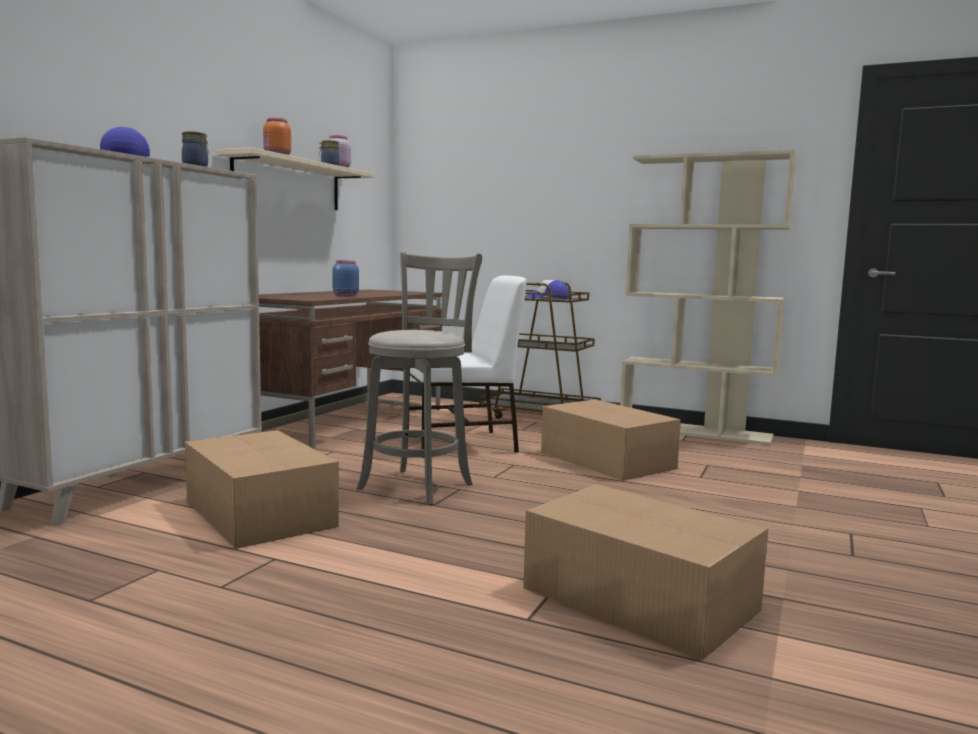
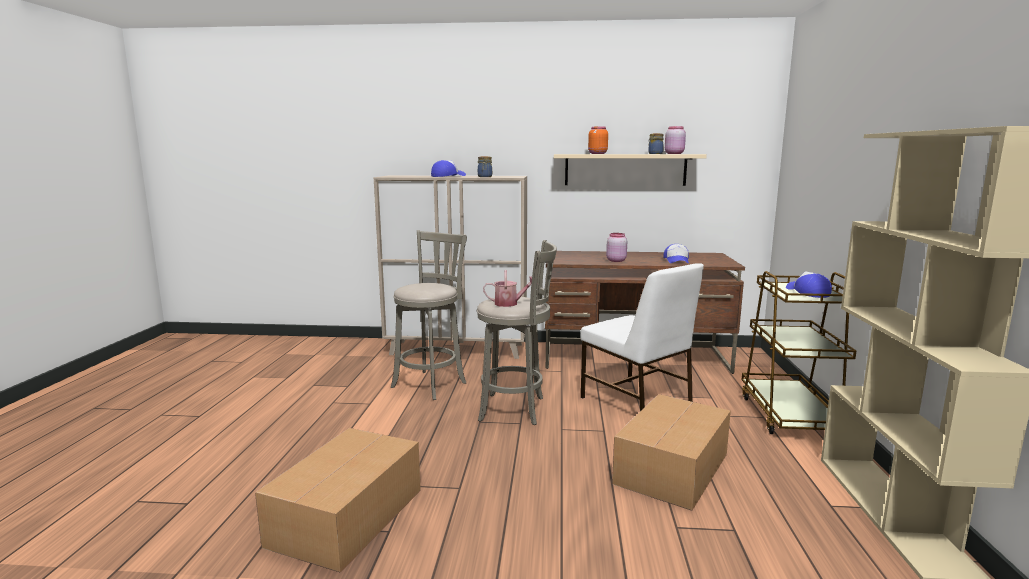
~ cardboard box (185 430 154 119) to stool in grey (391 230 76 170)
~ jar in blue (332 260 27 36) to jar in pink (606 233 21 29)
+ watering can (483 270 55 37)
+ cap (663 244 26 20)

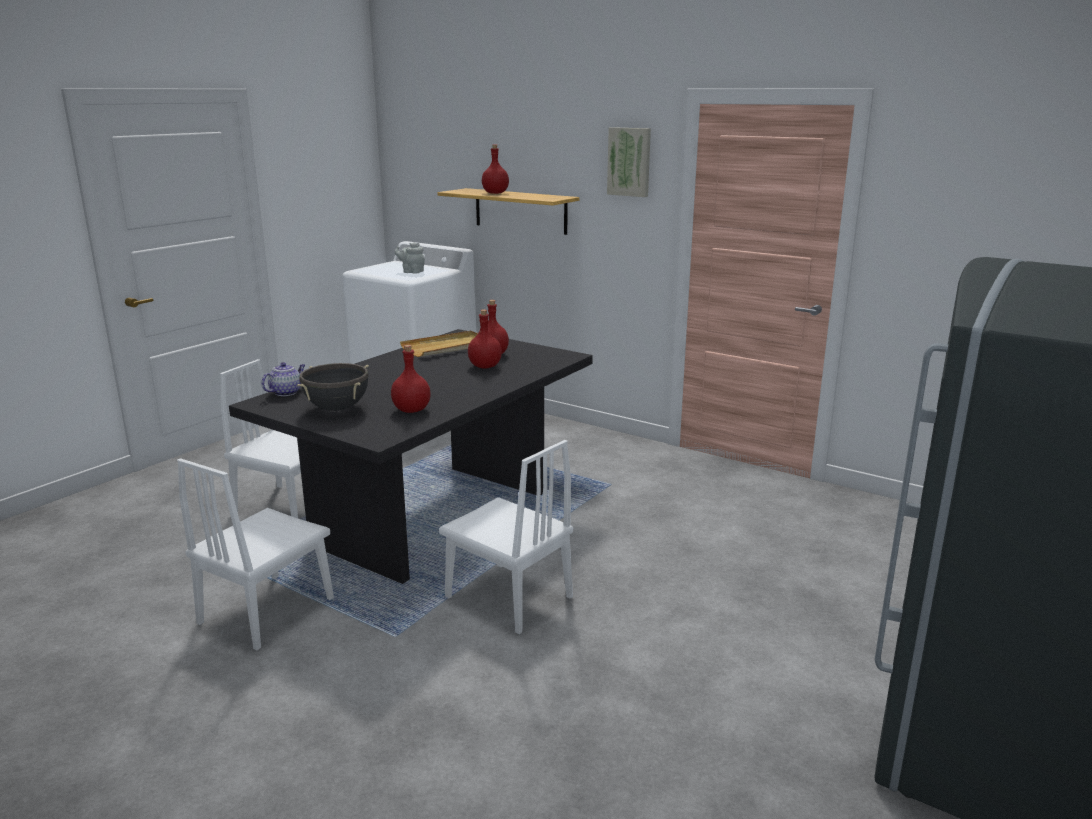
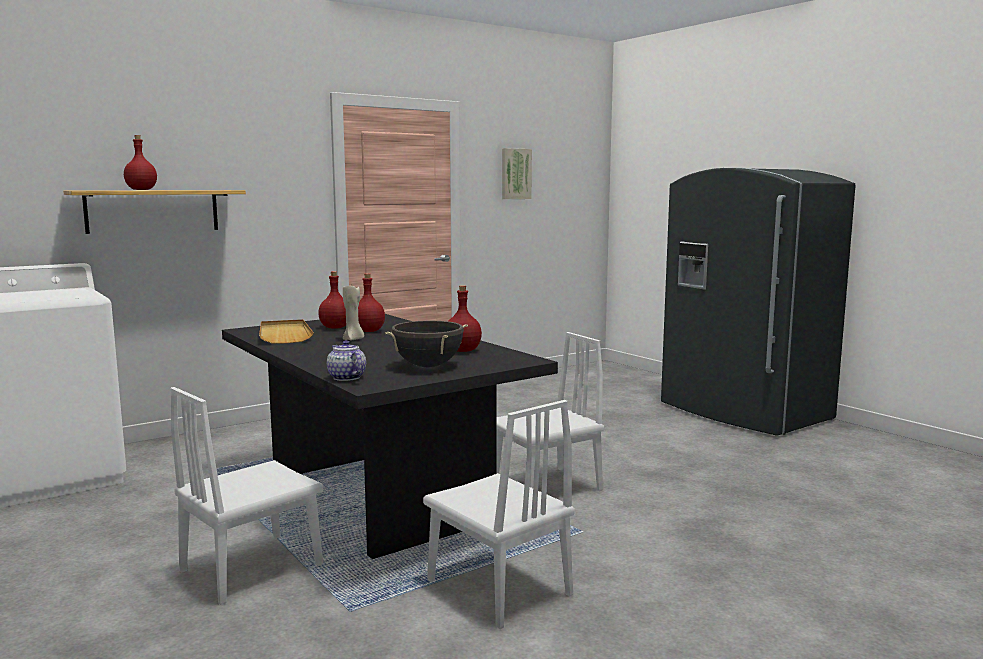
- teapot in grey (395 242 30 32)
~ picture (607 127 44 70) to (502 148 30 51)
+ candle in beige (343 286 21 55)

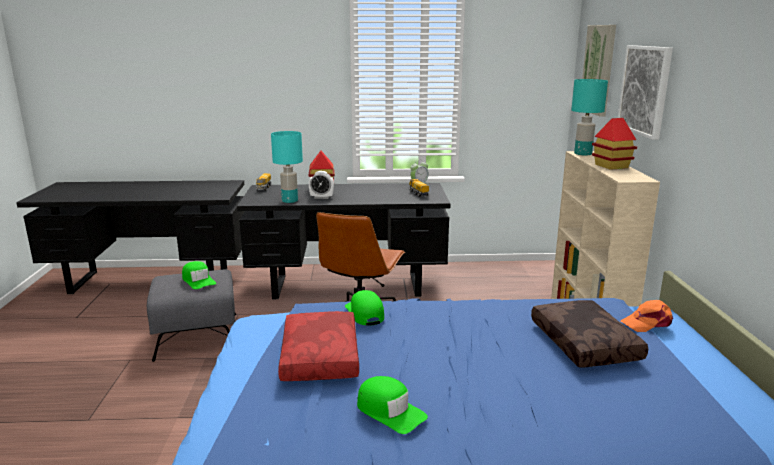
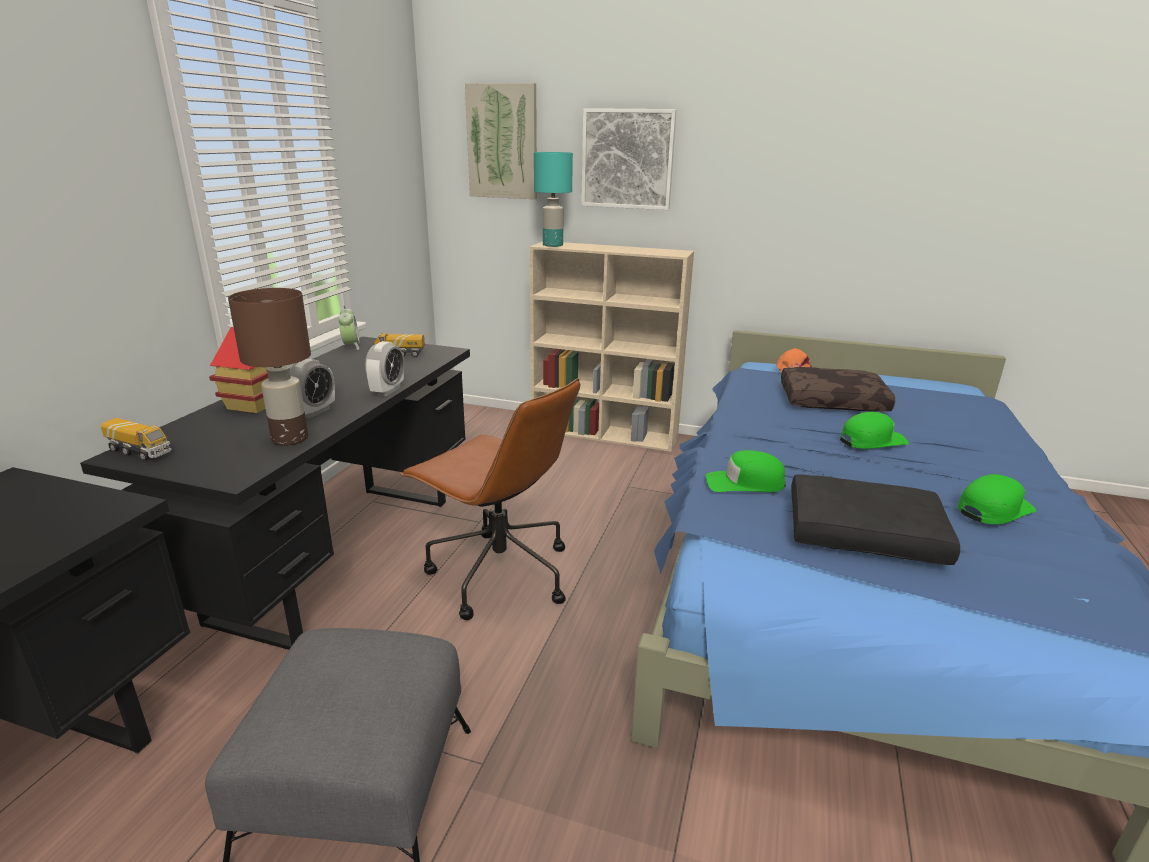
~ cap in green (182 261 34 28) to (840 412 69 37)
~ table lamp in turquoise (271 131 32 72) to table lamp in brown (228 288 83 158)
~ pillow in red (278 311 81 70) to pillow in black (791 474 169 91)
- toy house (592 118 45 52)
+ alarm clock (365 341 39 55)

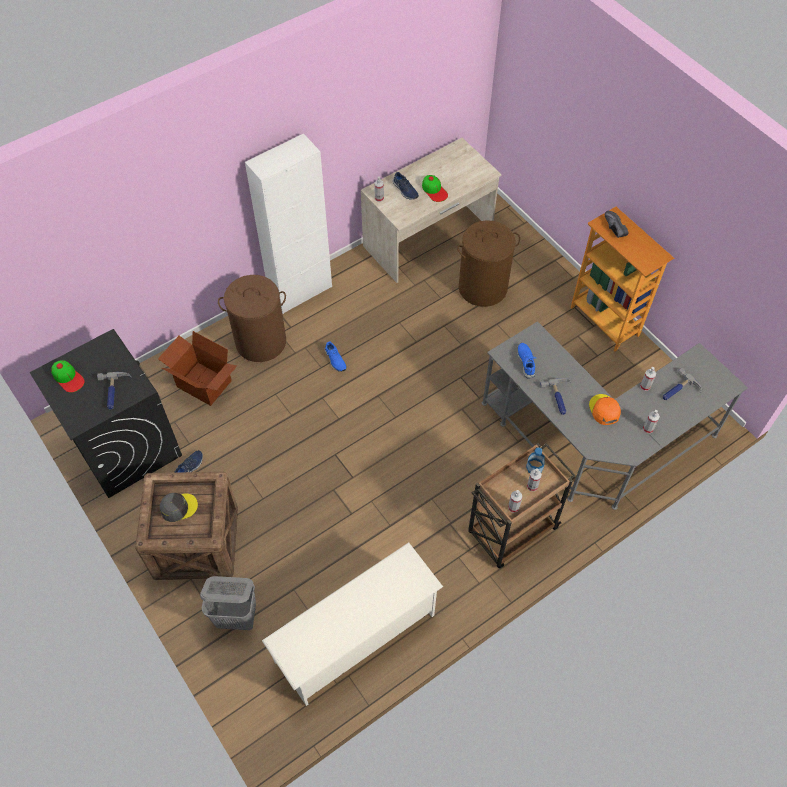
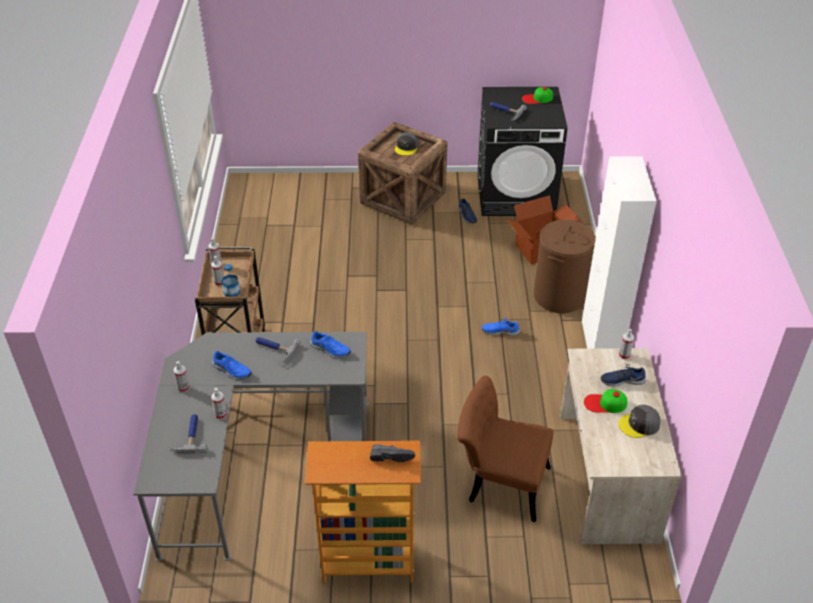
- laundry basket in grey (200 576 56 54)
- shoe rack in white (262 542 181 164)
~ laundry basket in brown (457 220 63 87) to chair in brown (457 376 96 146)
~ cap in orange (589 394 32 31) to shoe in blue (212 351 40 29)
+ cap in grey (619 404 41 34)

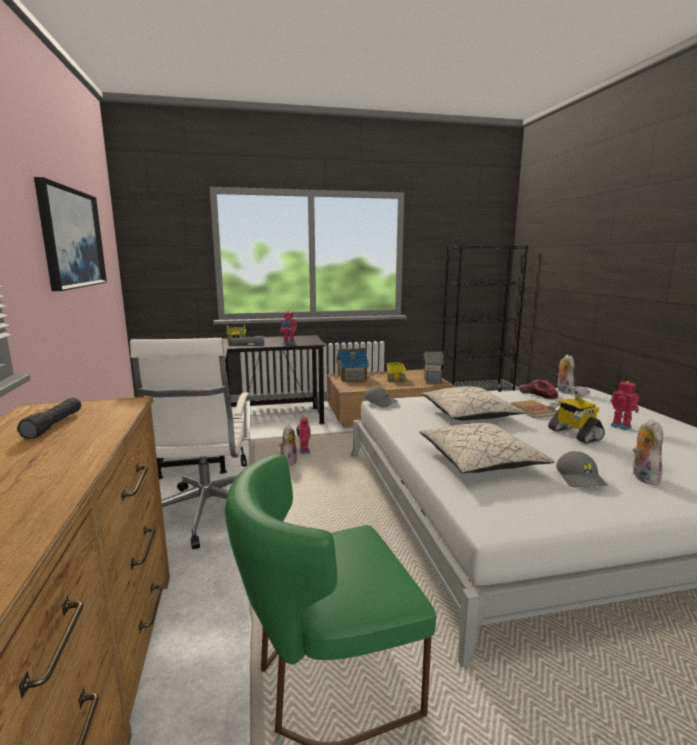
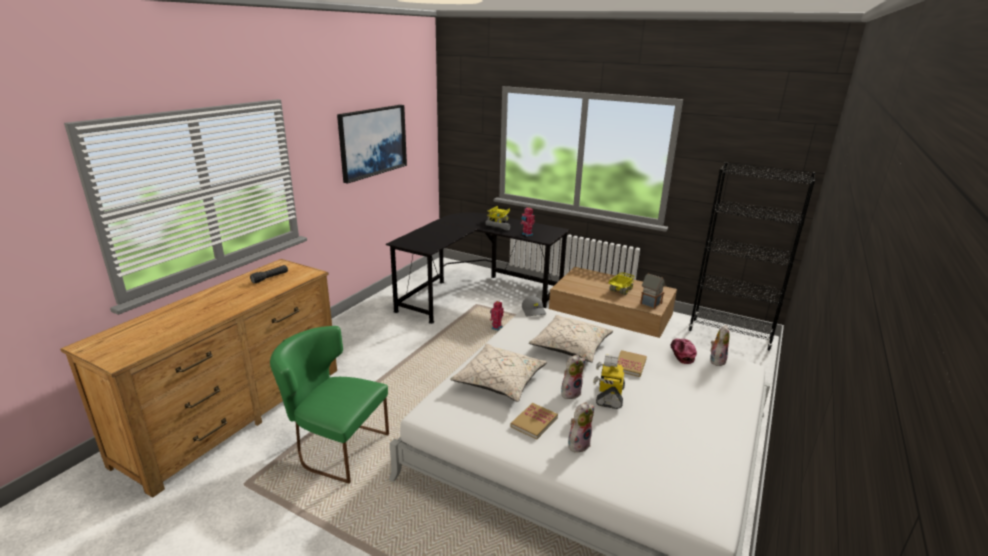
- office chair in white (130 338 120 211)
~ plush toy (279 425 18 41) to (561 355 24 44)
- toy house (336 348 33 34)
~ cap in grey (556 451 52 36) to book (510 403 48 36)
- toy robot (611 380 28 50)

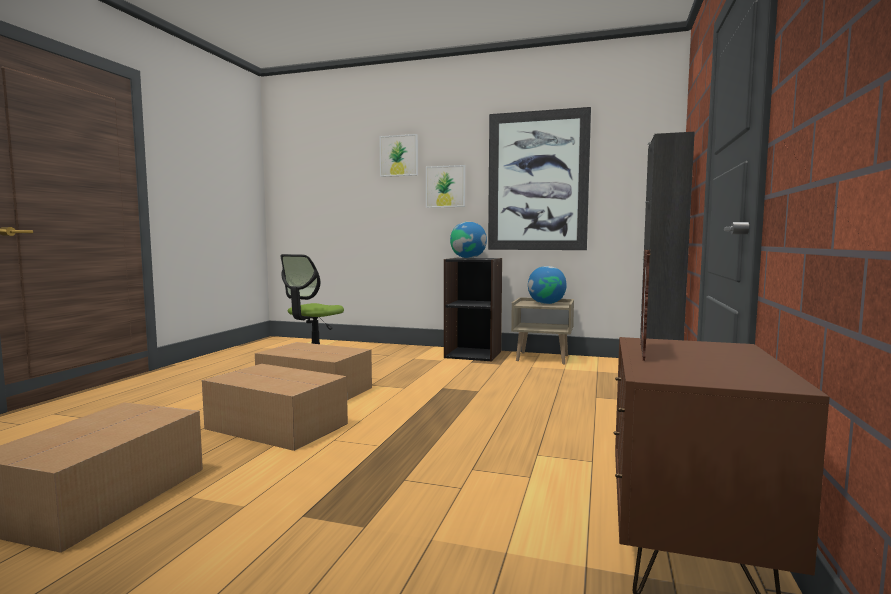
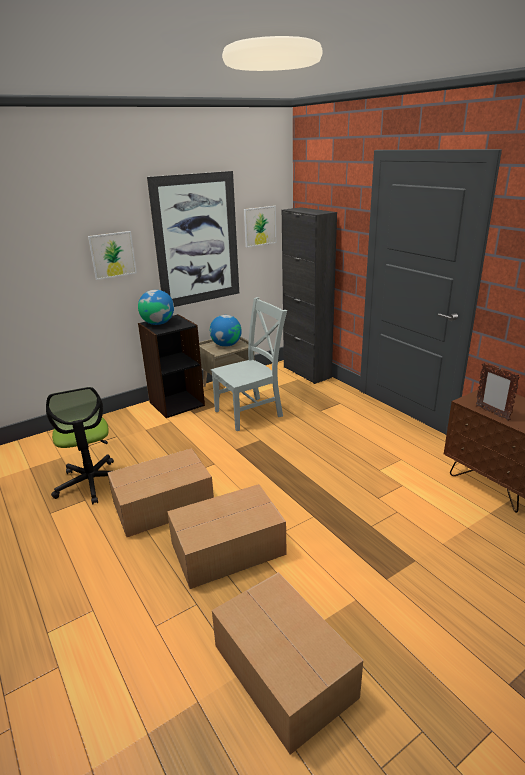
~ picture (379 134 39 43) to (244 206 32 41)
+ chair in grey (211 297 76 134)

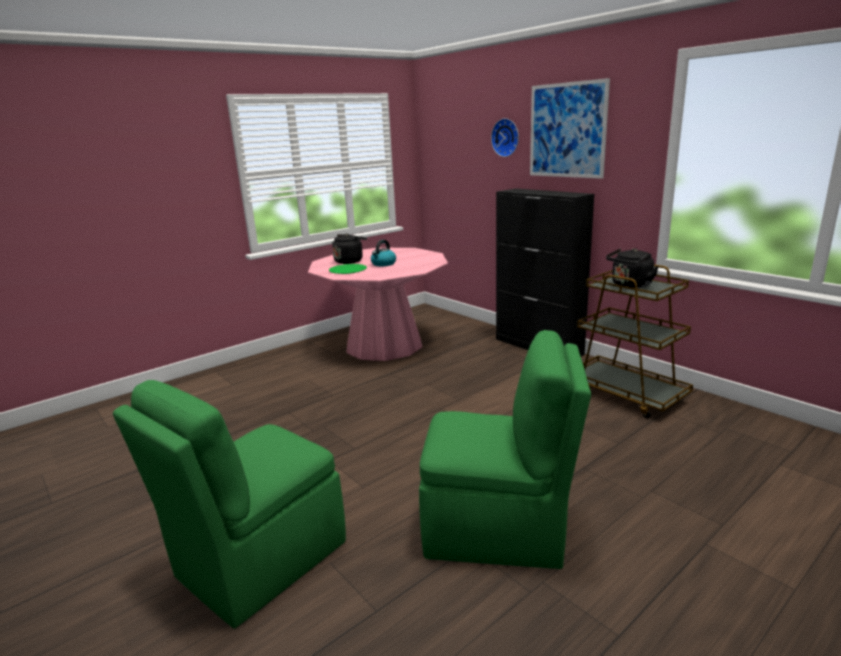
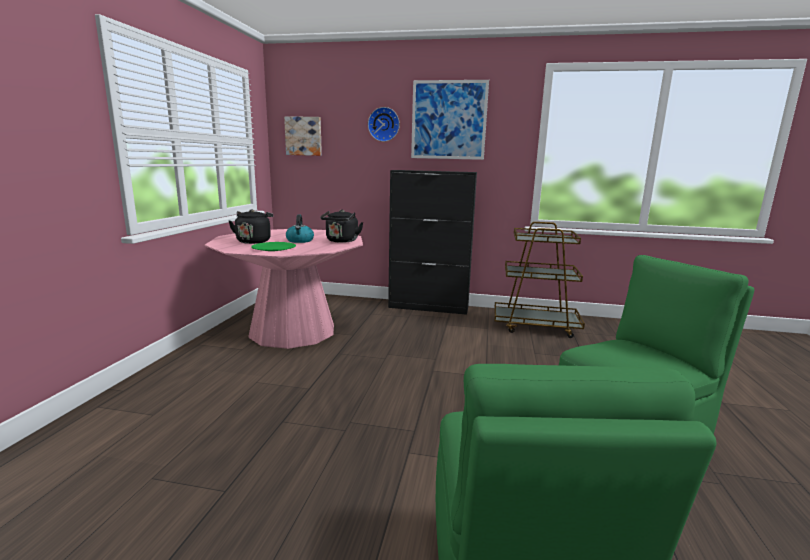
~ kettle in black (606 248 53 41) to (320 210 44 33)
+ picture (284 117 38 39)

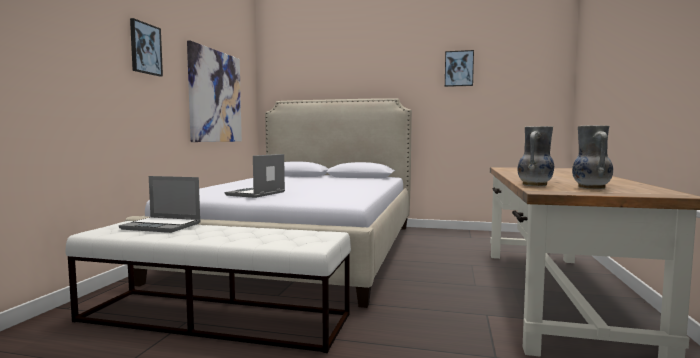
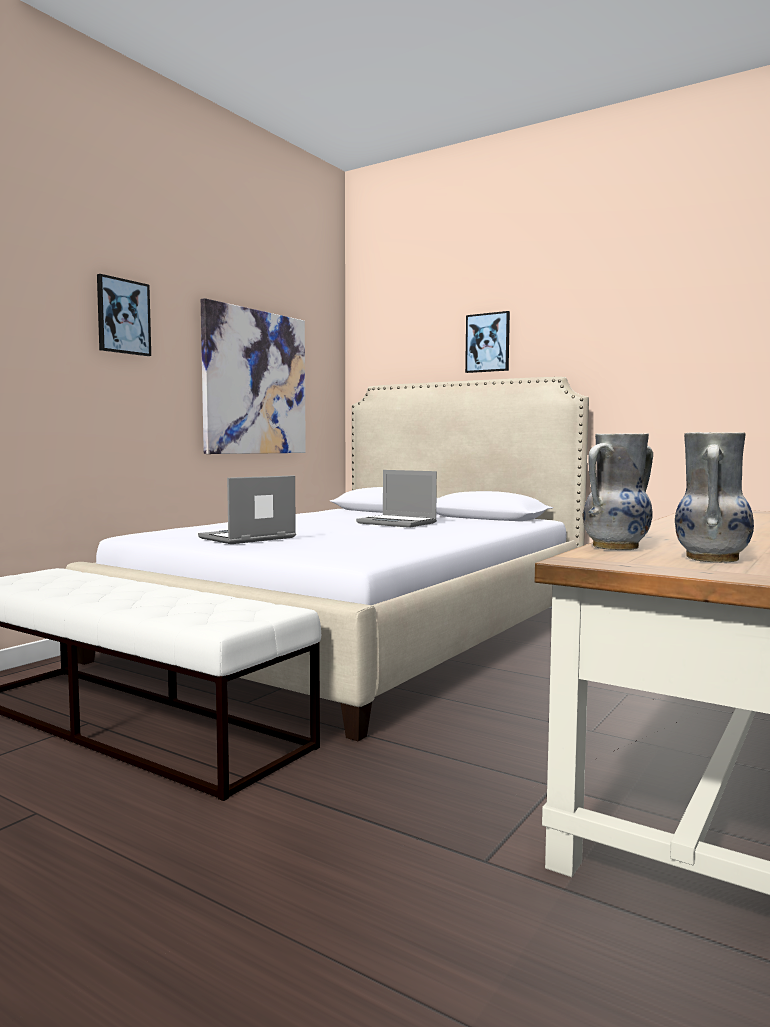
~ laptop (119 176 82 57) to (356 470 81 58)
~ picture (445 50 29 37) to (465 311 45 62)

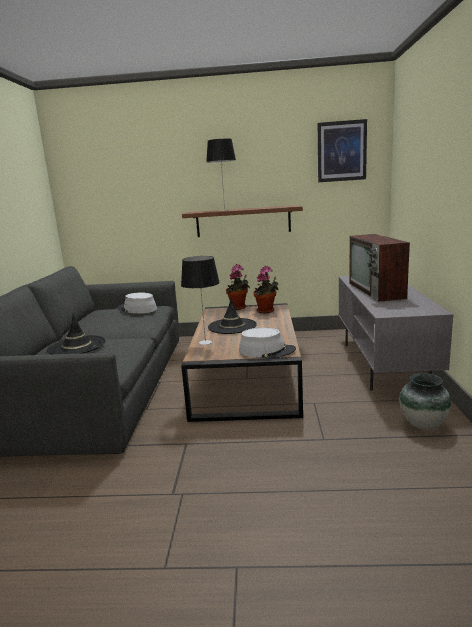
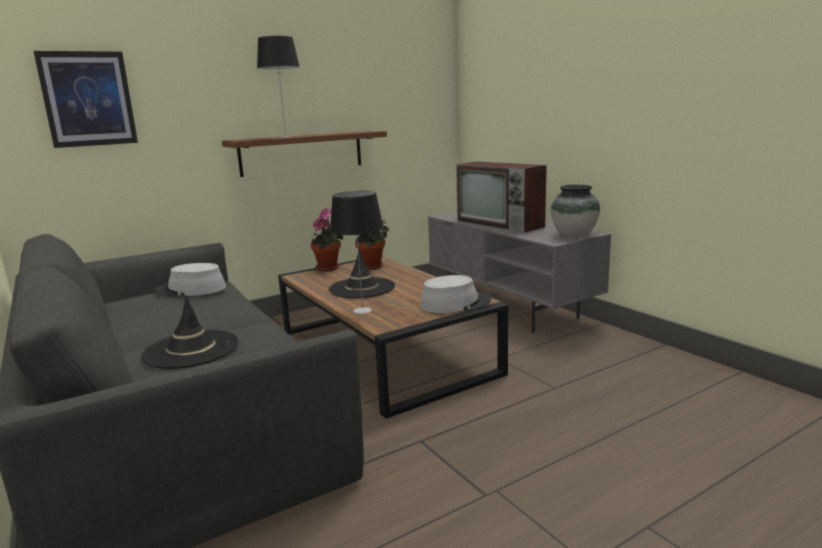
~ picture (318 119 49 63) to (33 51 105 97)
~ vase (399 373 52 57) to (551 184 49 54)

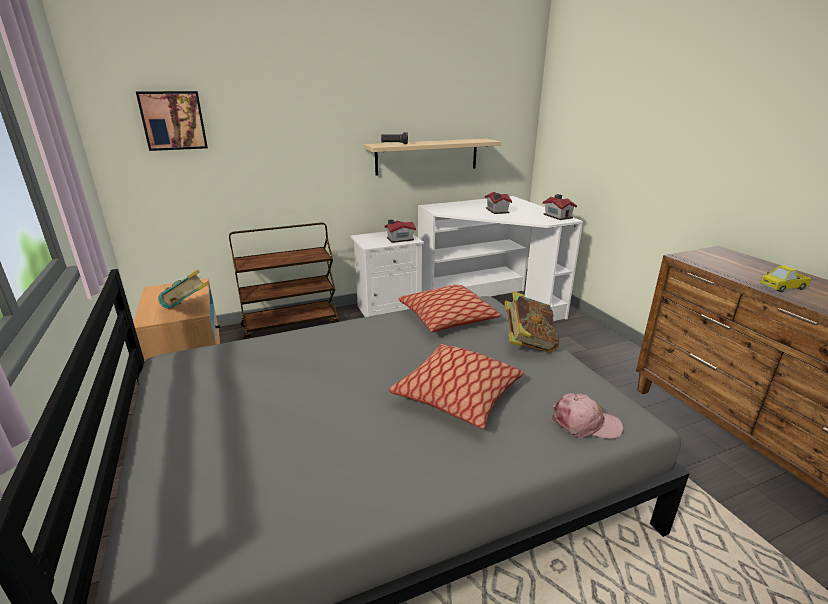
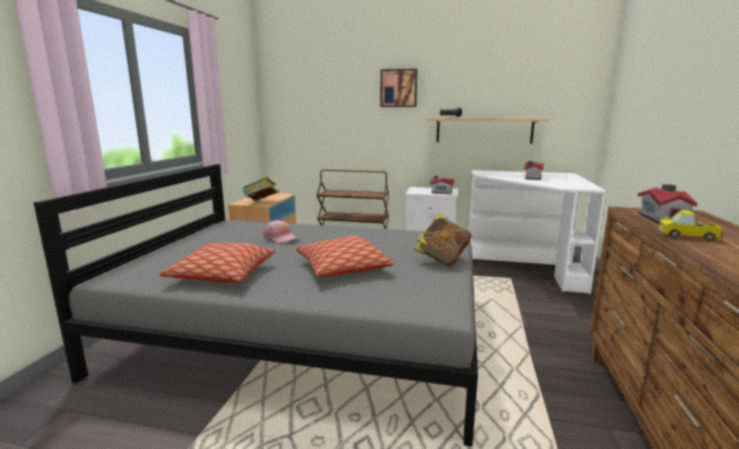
~ picture (136 91 72 60) to (380 69 37 38)
~ pillow (399 285 101 47) to (159 243 116 40)
~ toy house (543 194 34 26) to (637 184 60 39)
~ cap in pink (552 393 71 46) to (263 220 35 23)

